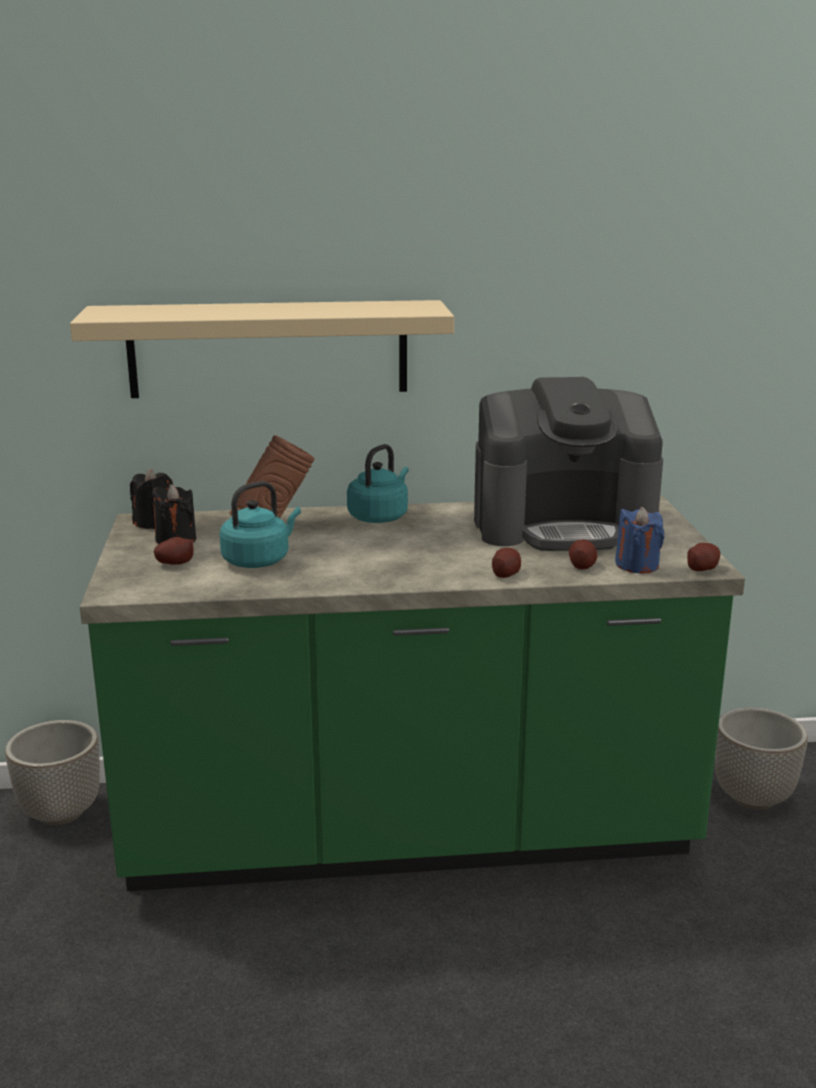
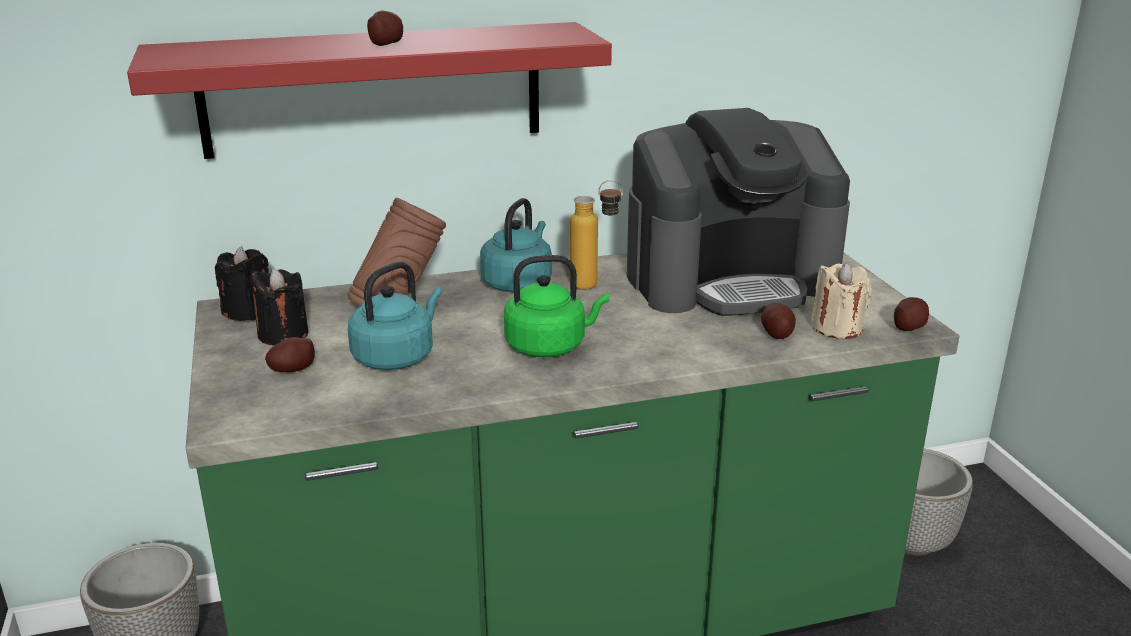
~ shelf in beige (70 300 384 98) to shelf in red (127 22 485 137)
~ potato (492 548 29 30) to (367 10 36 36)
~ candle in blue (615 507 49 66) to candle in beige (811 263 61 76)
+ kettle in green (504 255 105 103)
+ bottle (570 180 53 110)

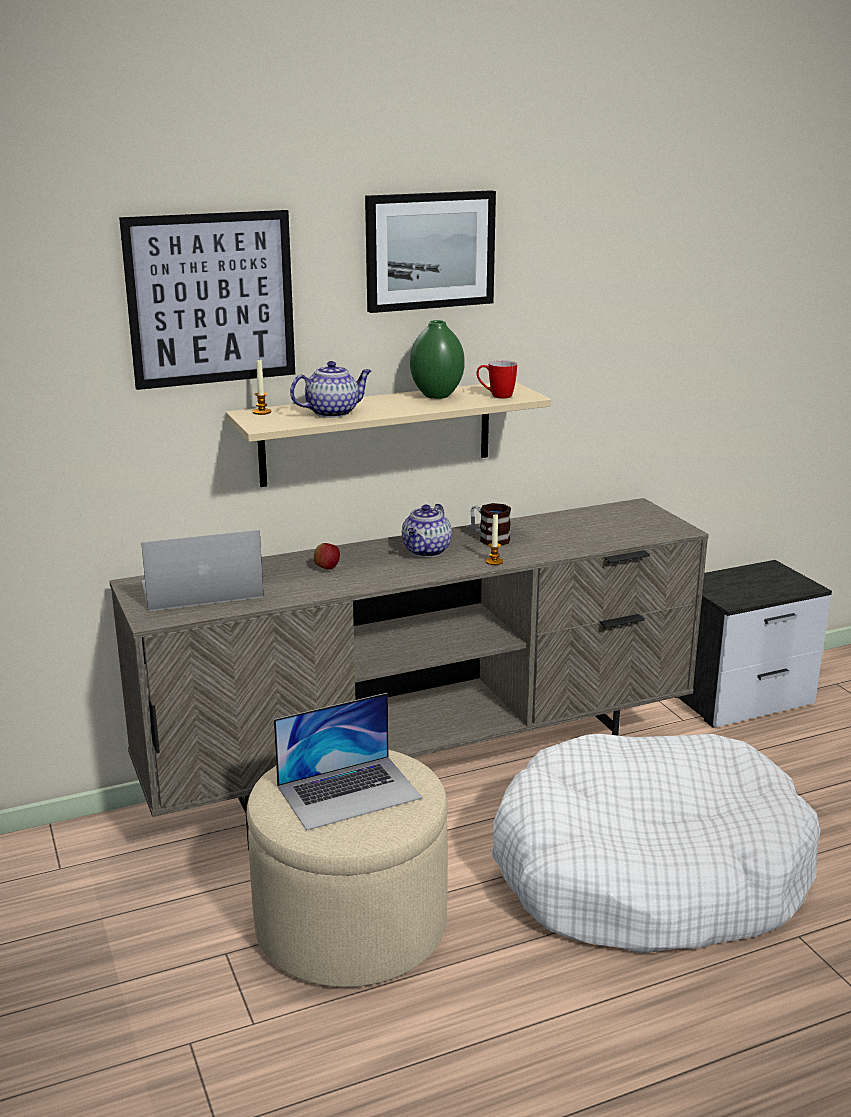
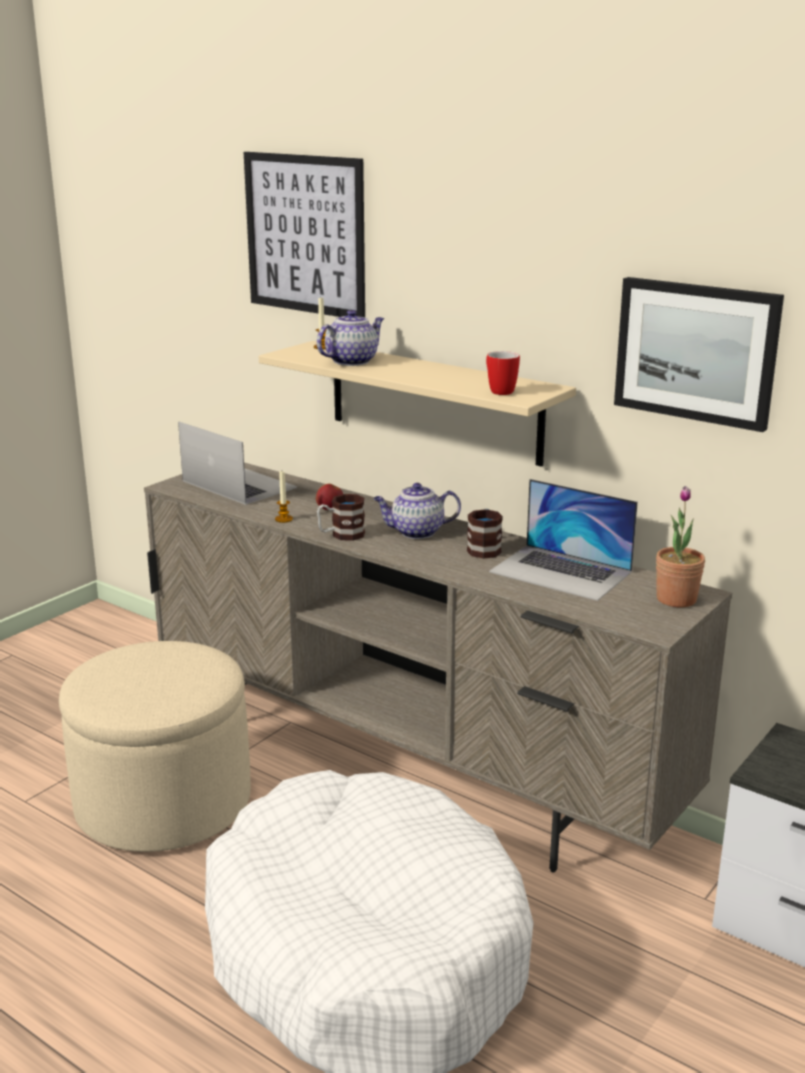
~ laptop (274 693 149 138) to (489 479 149 122)
~ teapot (290 361 81 57) = (317 310 67 56) 75 degrees counterclockwise
~ picture (365 190 131 123) to (614 277 170 155)
- vase in green (410 320 55 79)
~ candle (486 513 17 52) to (275 471 18 52)
+ mug (317 494 48 47)
+ potted plant (656 486 49 121)

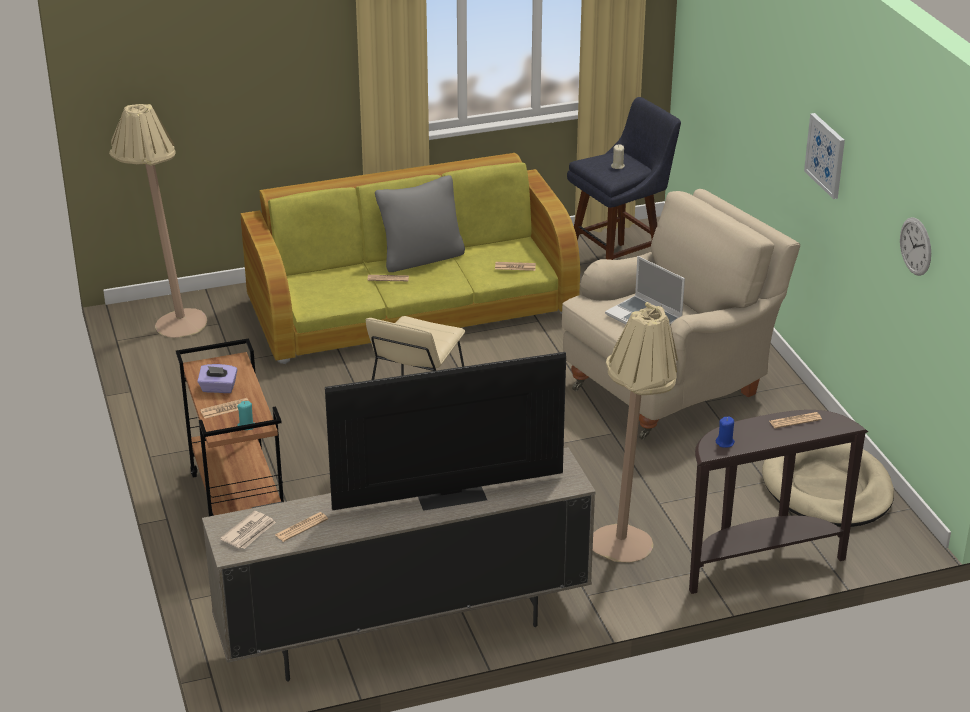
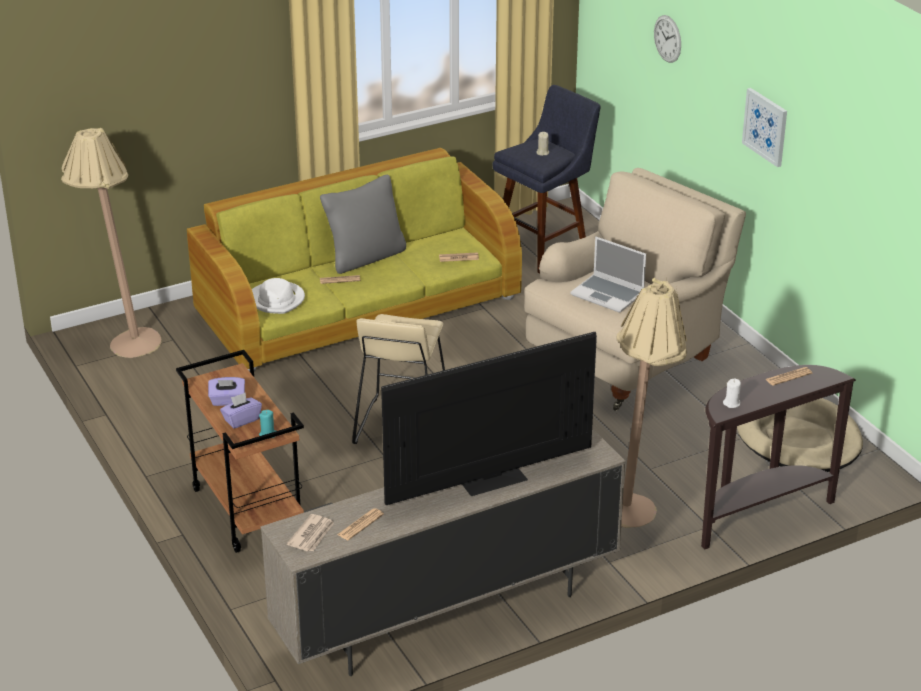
~ newspaper (200 398 49 20) to tissue box in purple (220 393 42 36)
~ candle in blue (716 417 19 31) to candle in white (723 378 18 30)
~ wall clock (900 217 31 59) to (654 15 27 48)
+ hat in white (252 278 53 36)

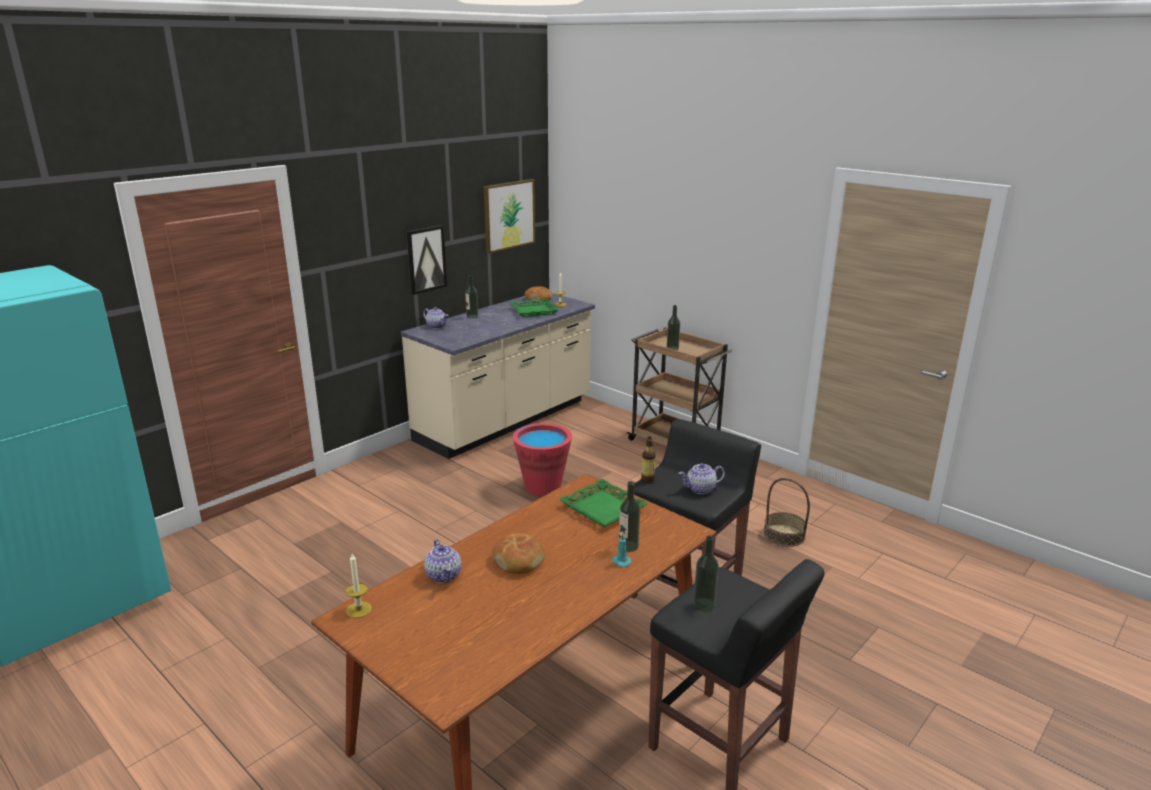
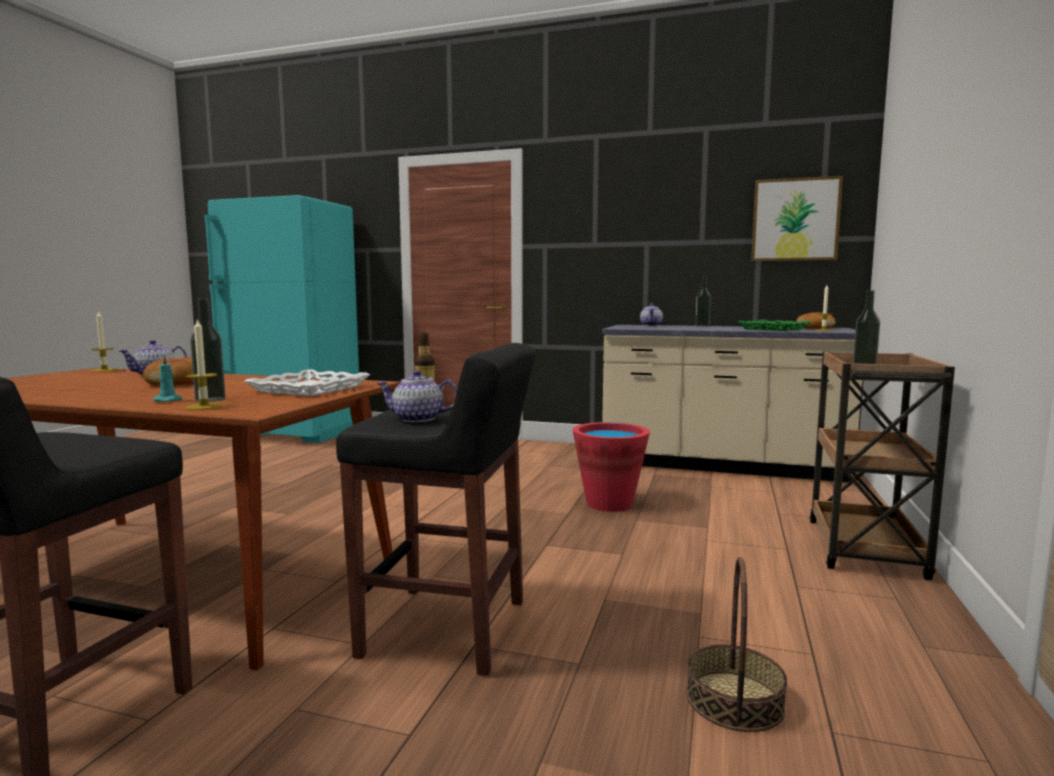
- picture (406 225 41 70)
~ tray in green (559 479 89 48) to tray in white (244 369 127 27)
~ teapot (679 463 46 31) = (377 370 80 52) 45 degrees counterclockwise
- bottle (693 535 26 77)
+ candle (186 318 36 92)

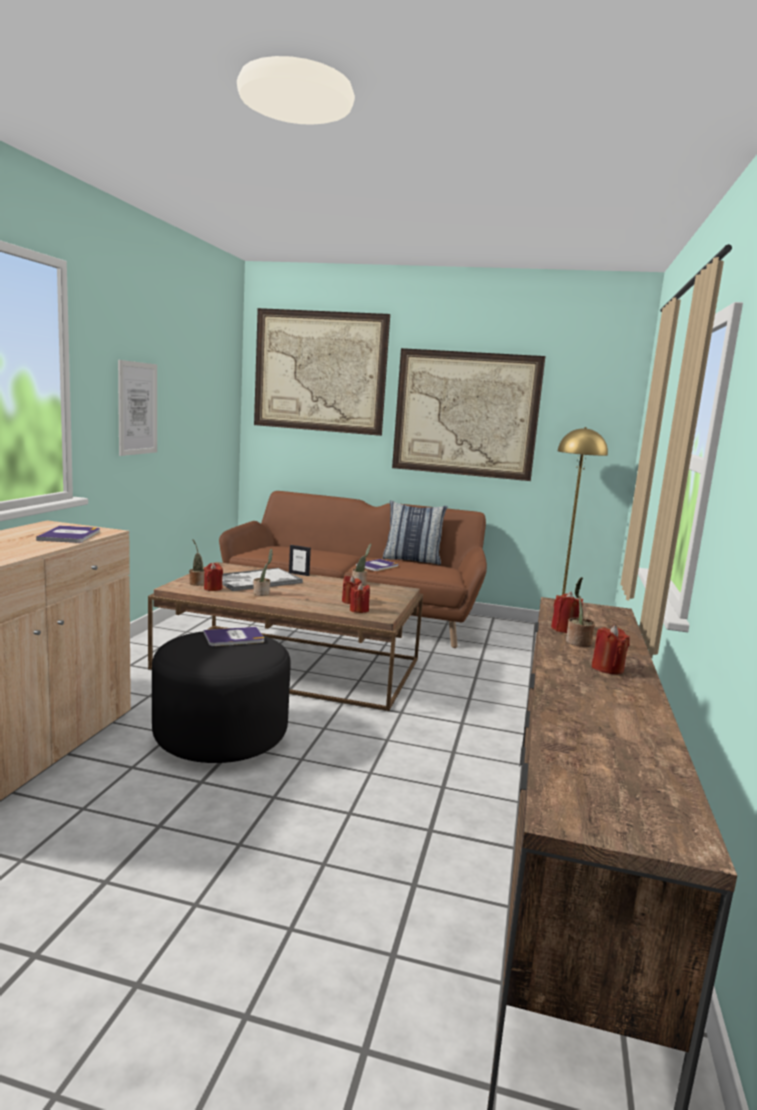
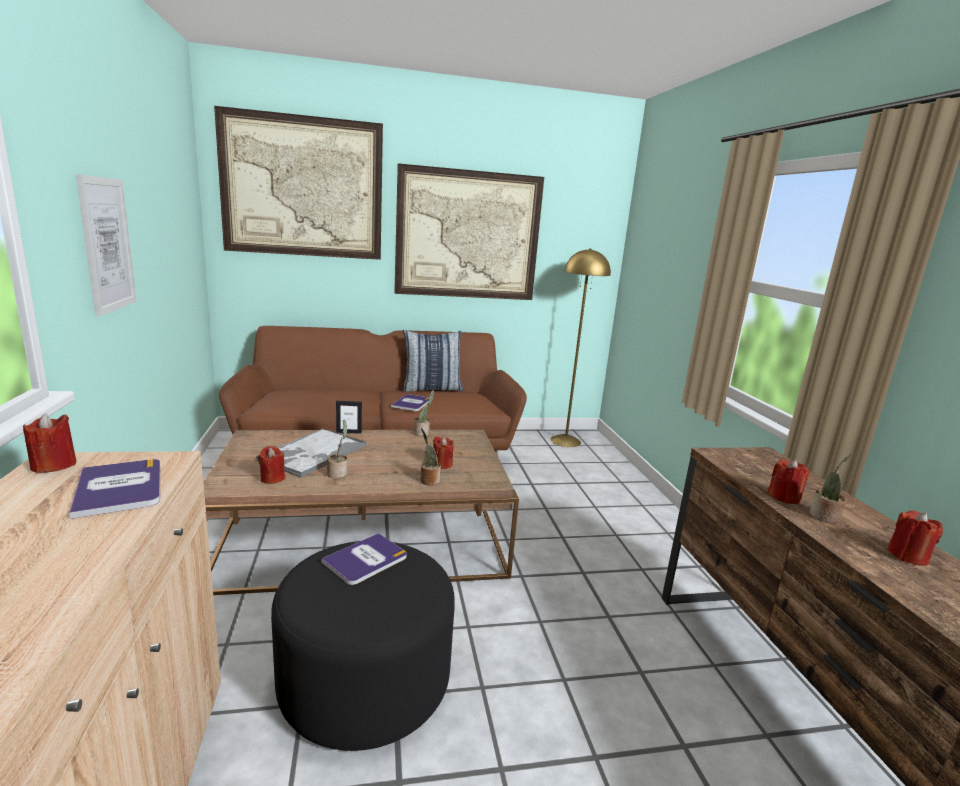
~ potted plant (189 539 15 47) to (421 428 20 57)
~ candle in red (350 583 20 30) to (23 413 54 61)

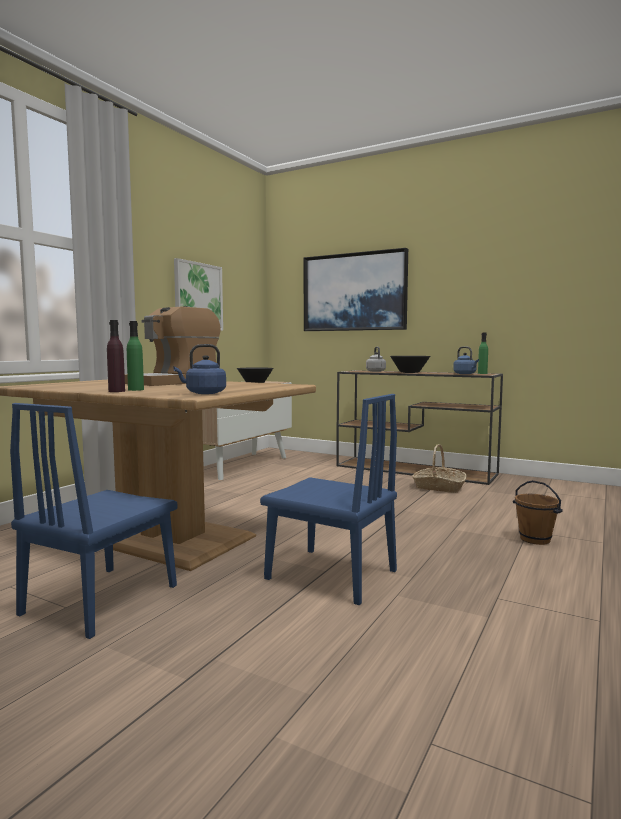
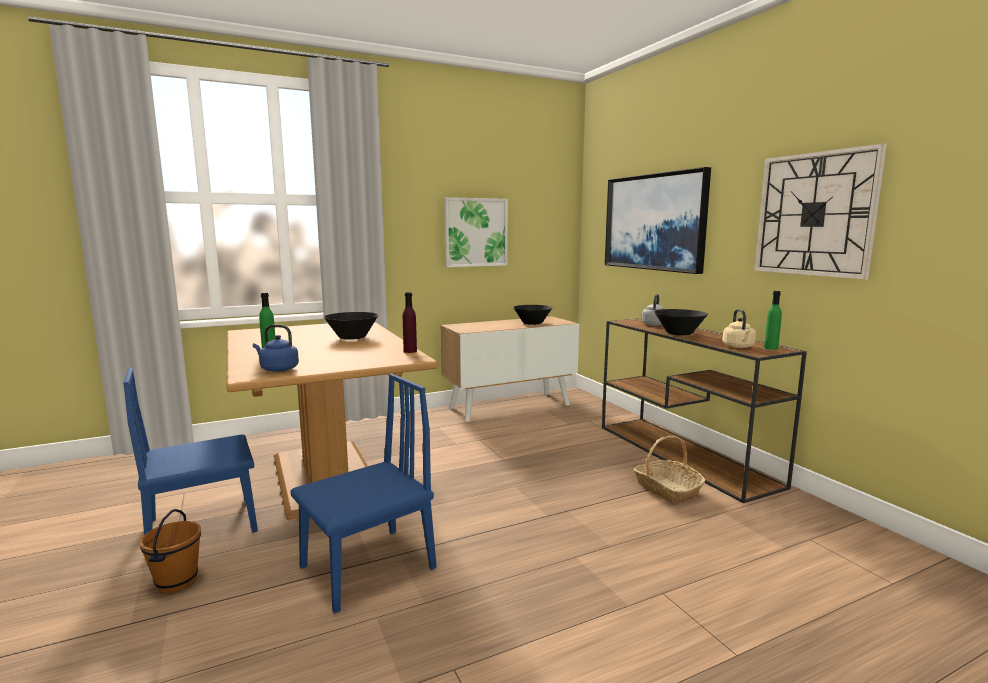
~ bottle in purple (107 320 18 72) to (403 292 14 61)
~ coffee machine (125 306 96 80) to bowl in black (324 312 55 28)
~ chair in blue (260 394 137 211) = (290 374 147 239) 105 degrees counterclockwise
~ kettle in blue (453 346 26 28) to kettle in beige (723 309 33 39)
~ bucket in brown (513 480 50 65) to (139 509 62 84)
+ wall clock (754 143 133 137)

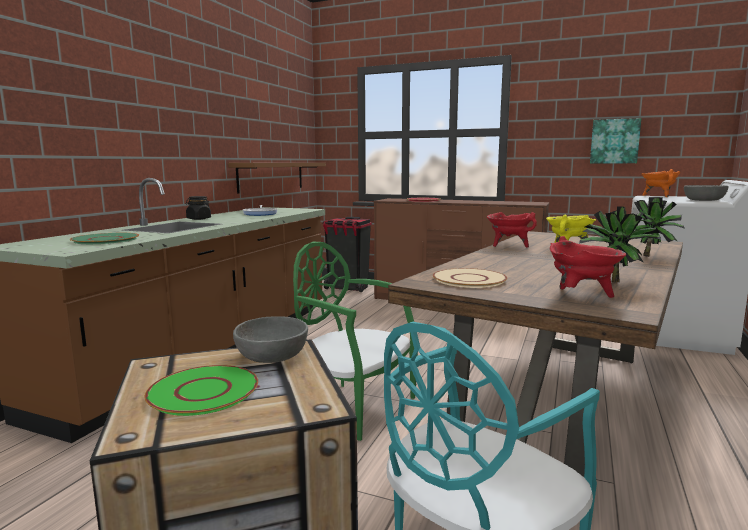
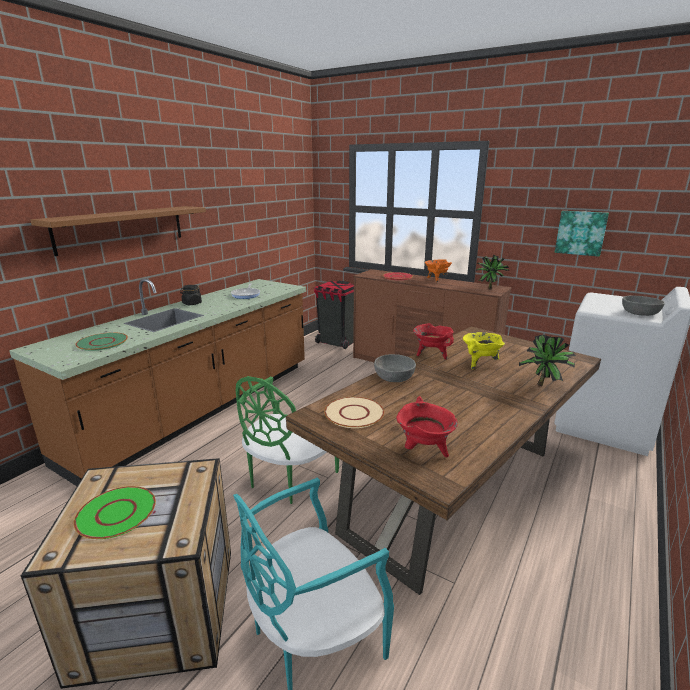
~ shelf in brown (228 163 98 31) to (30 206 176 50)
~ bowl in grey (233 316 75 47) to (374 354 42 28)
~ chair in green (293 242 125 199) = (236 376 103 128) 105 degrees counterclockwise
~ potted plant (579 206 81 76) to (476 255 34 34)
~ cooking pot in orange (641 169 39 28) to (425 259 27 24)

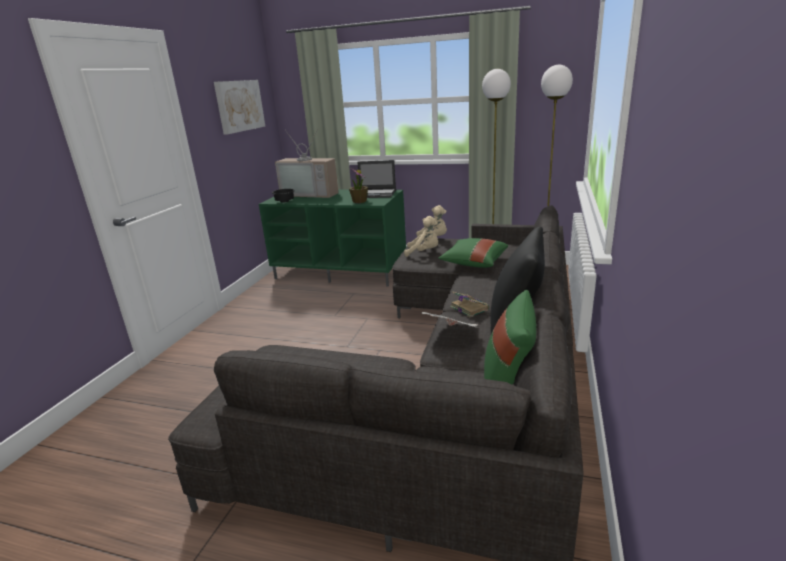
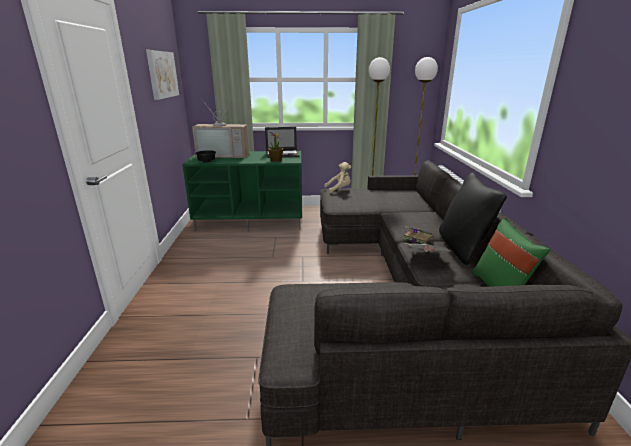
- plush toy in beige (404 216 34 41)
- pillow in green (438 238 70 30)

